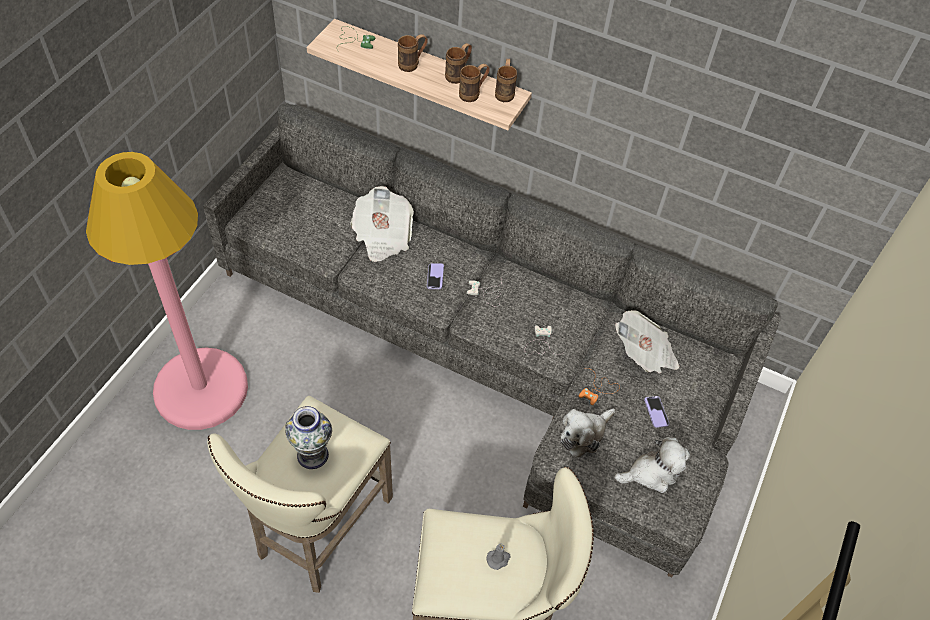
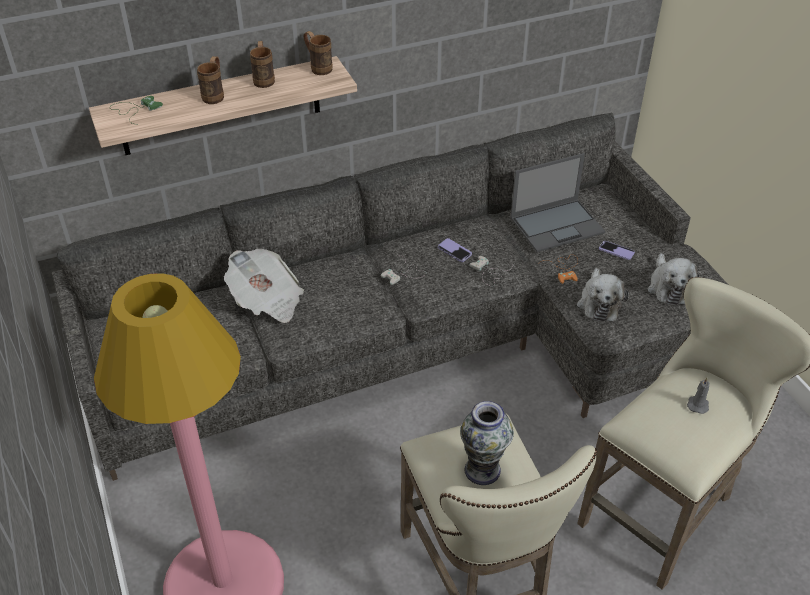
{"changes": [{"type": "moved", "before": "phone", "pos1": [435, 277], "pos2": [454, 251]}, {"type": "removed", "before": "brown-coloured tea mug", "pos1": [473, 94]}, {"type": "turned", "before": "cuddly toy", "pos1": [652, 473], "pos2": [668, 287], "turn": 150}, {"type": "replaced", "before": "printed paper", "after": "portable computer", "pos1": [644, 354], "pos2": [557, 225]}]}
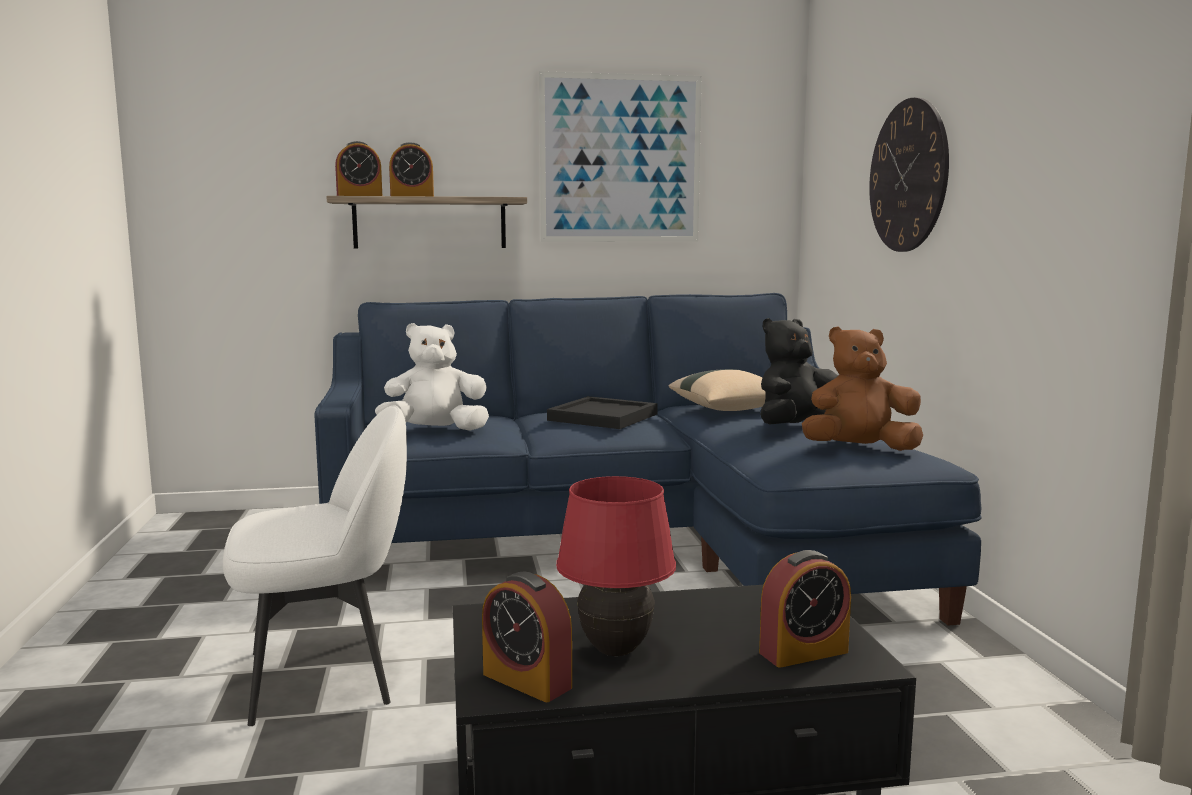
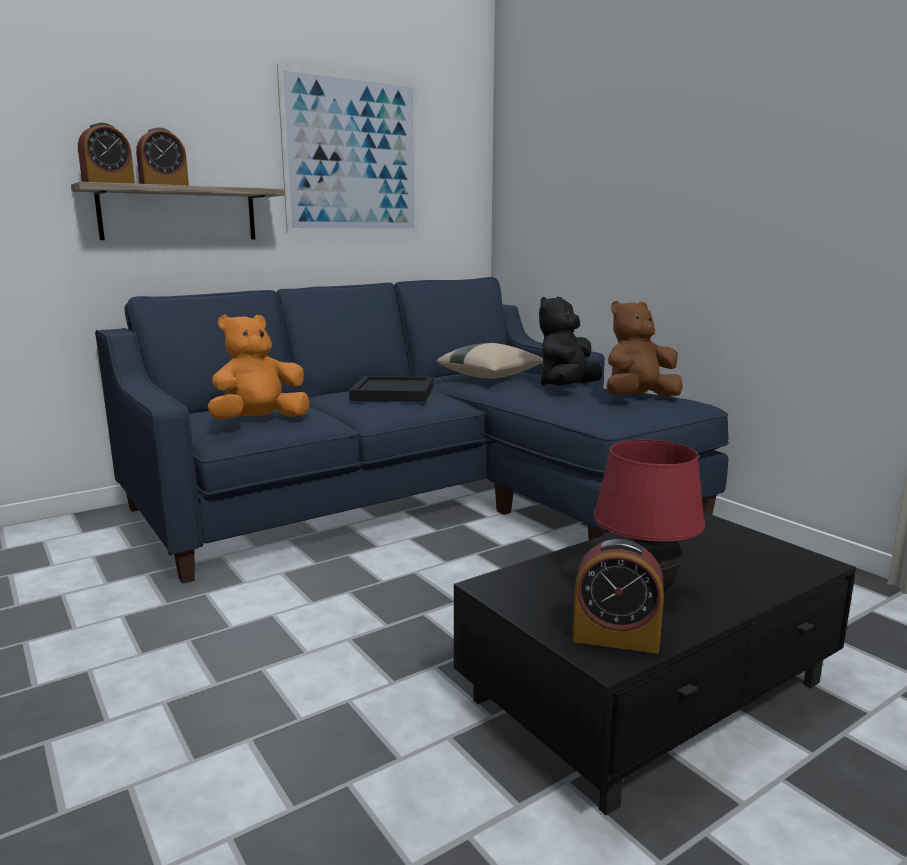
{"changes": [{"type": "removed", "before": "whitish upright chair", "pos1": [324, 676]}, {"type": "recoloured", "before": "whitish cuddly toy", "after": "orange-coloured cuddly toy", "pos1": [435, 431], "pos2": [259, 421]}, {"type": "removed", "before": "bedside clock", "pos1": [803, 652]}, {"type": "removed", "before": "hanging clock", "pos1": [908, 176]}]}
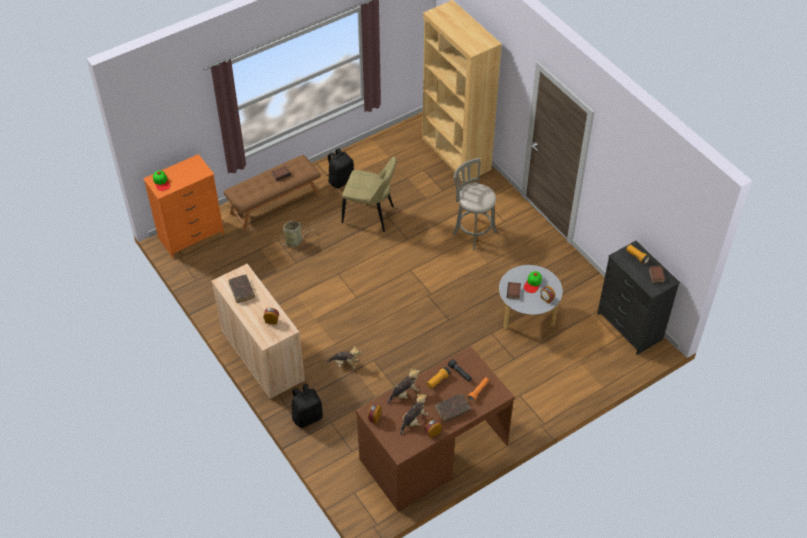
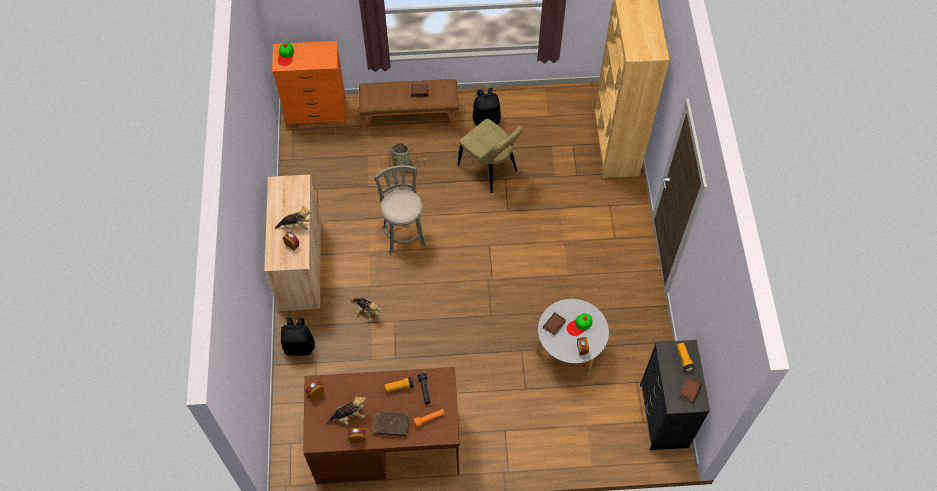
{"changes": [{"type": "removed", "before": "brown-coloured volume", "pos1": [241, 291]}, {"type": "moved", "before": "cuddly toy", "pos1": [404, 393], "pos2": [295, 226]}, {"type": "moved", "before": "greyish stool", "pos1": [473, 232], "pos2": [404, 234]}]}
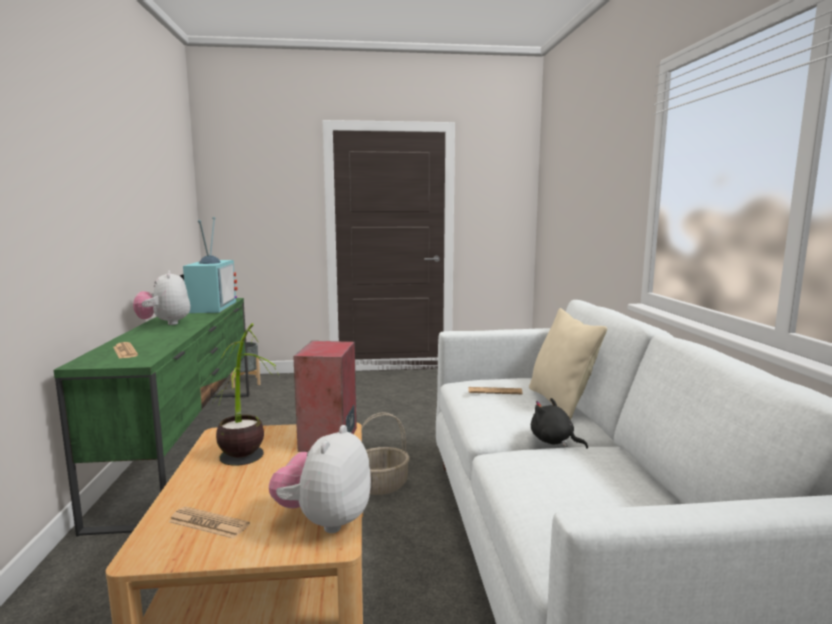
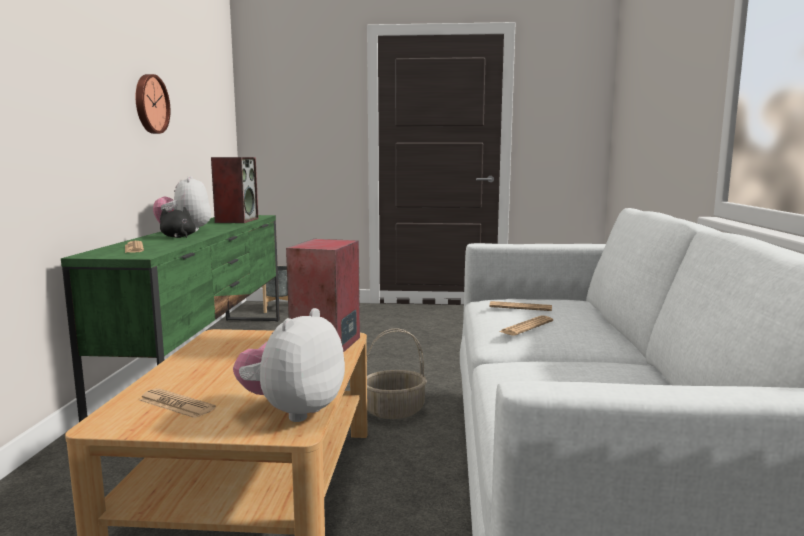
{"changes": [{"type": "replaced", "before": "TV", "after": "loudspeaker", "pos1": [209, 307], "pos2": [236, 220]}, {"type": "removed", "before": "plant in a pot", "pos1": [246, 466]}, {"type": "removed", "before": "beige-coloured pillow", "pos1": [560, 403]}, {"type": "moved", "before": "black cuddly toy", "pos1": [554, 441], "pos2": [178, 237]}, {"type": "added", "after": "hanging clock", "pos2": [150, 104]}, {"type": "added", "after": "printed paper", "pos2": [526, 327]}]}
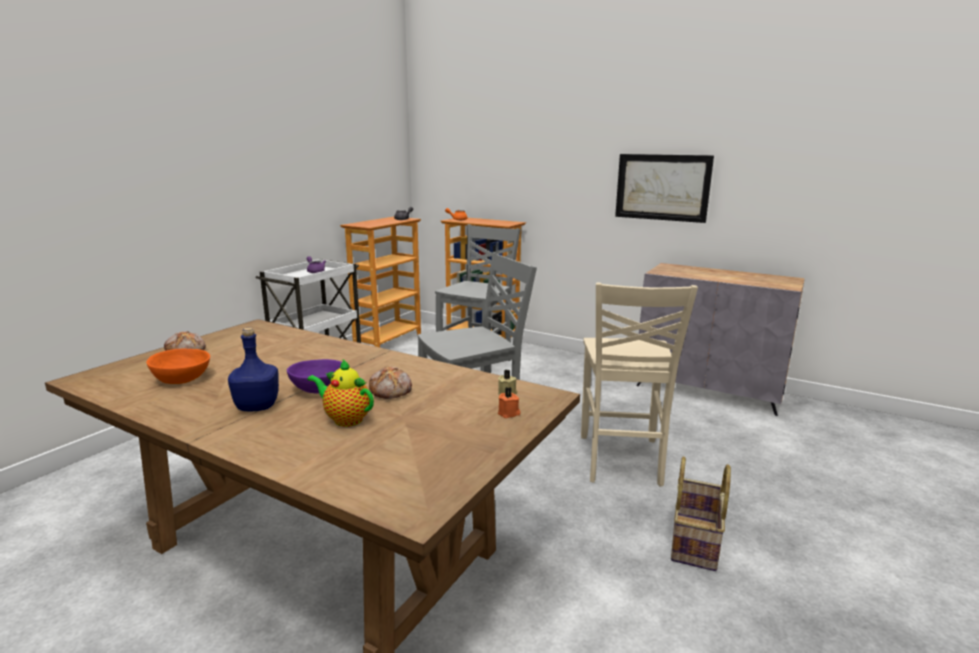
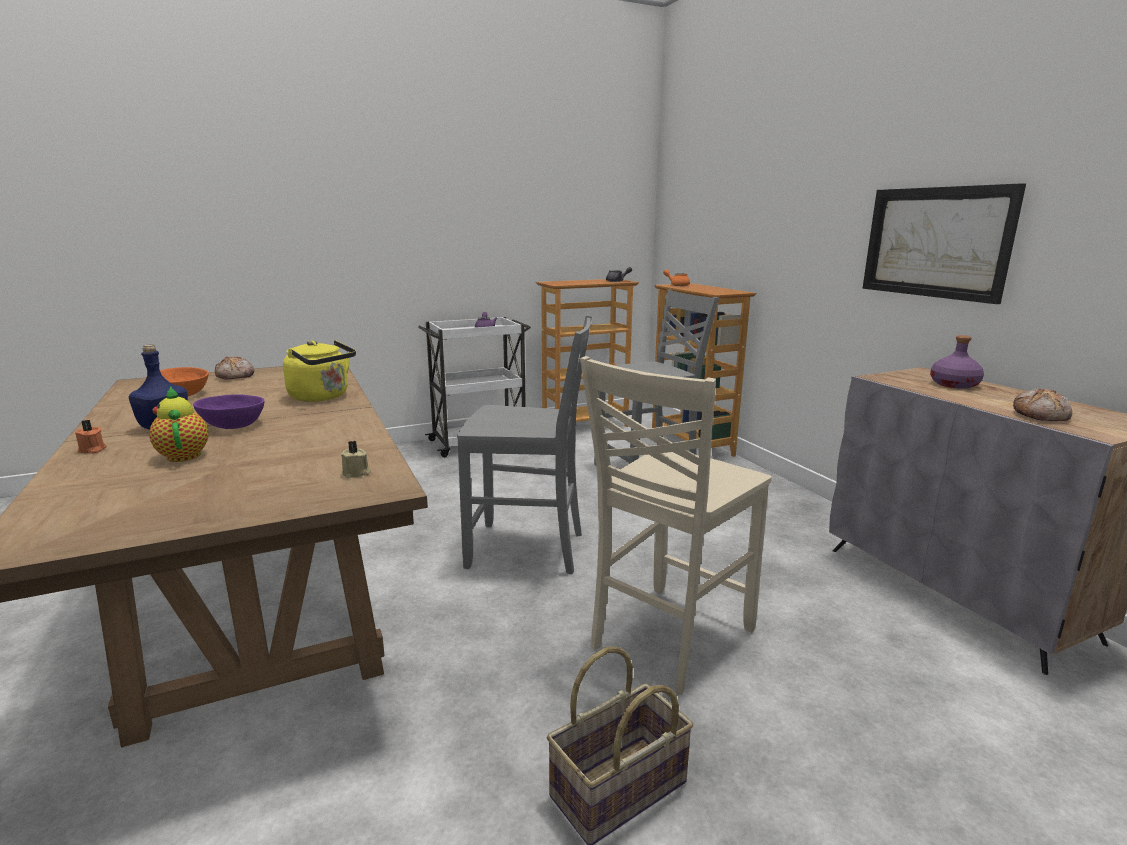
{"changes": [{"type": "moved", "before": "baked bread", "pos1": [391, 391], "pos2": [1041, 416]}, {"type": "moved", "before": "orange-coloured wax light", "pos1": [509, 413], "pos2": [92, 450]}, {"type": "added", "after": "yellow-coloured kettle", "pos2": [322, 397]}, {"type": "added", "after": "purple-coloured beverage bottle", "pos2": [955, 384]}]}
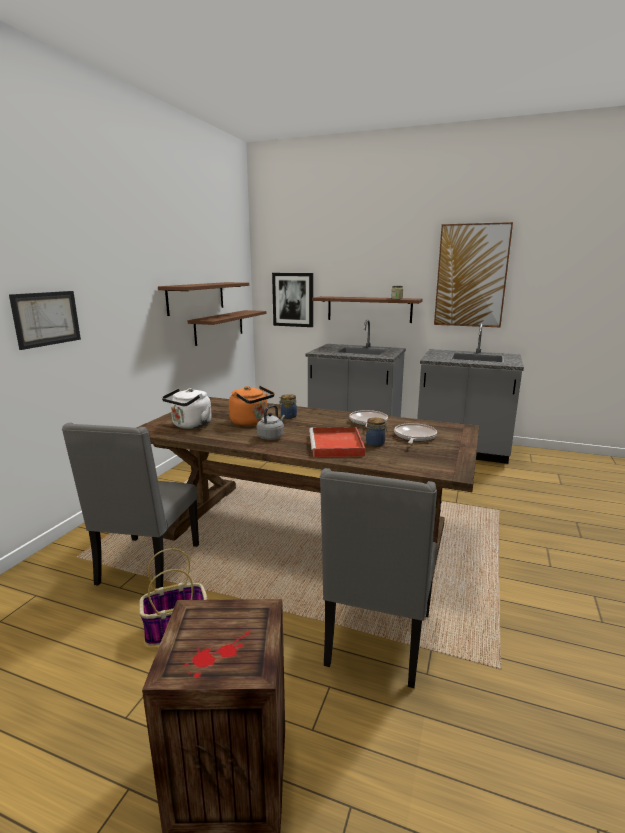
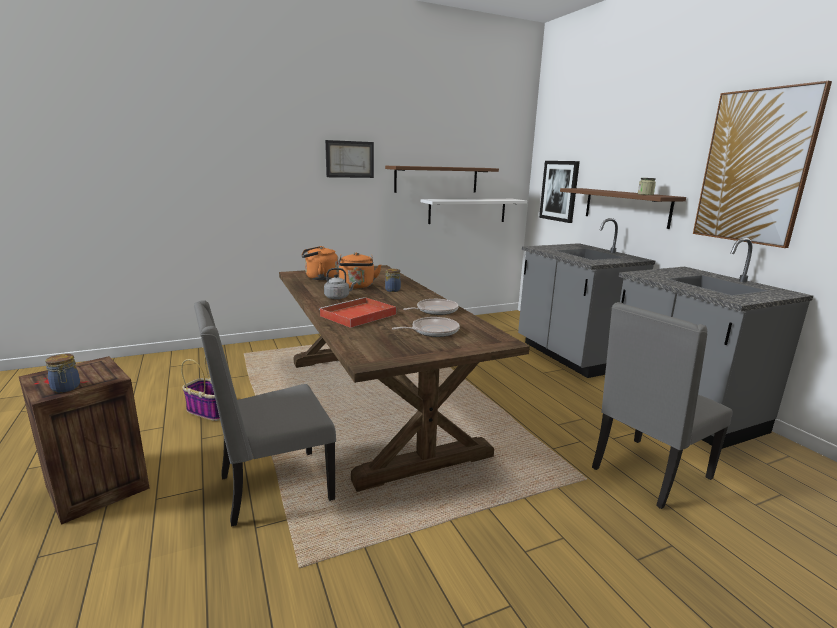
{"changes": [{"type": "moved", "before": "wall art", "pos1": [46, 318], "pos2": [350, 159]}, {"type": "moved", "before": "greyish upright chair", "pos1": [147, 565], "pos2": [648, 473]}, {"type": "recoloured", "before": "whitish kettle", "after": "orange-coloured kettle", "pos1": [190, 425], "pos2": [319, 278]}, {"type": "recoloured", "before": "brown-coloured bracket shelf", "after": "whitish bracket shelf", "pos1": [219, 327], "pos2": [467, 210]}, {"type": "moved", "before": "jar", "pos1": [376, 444], "pos2": [66, 388]}]}
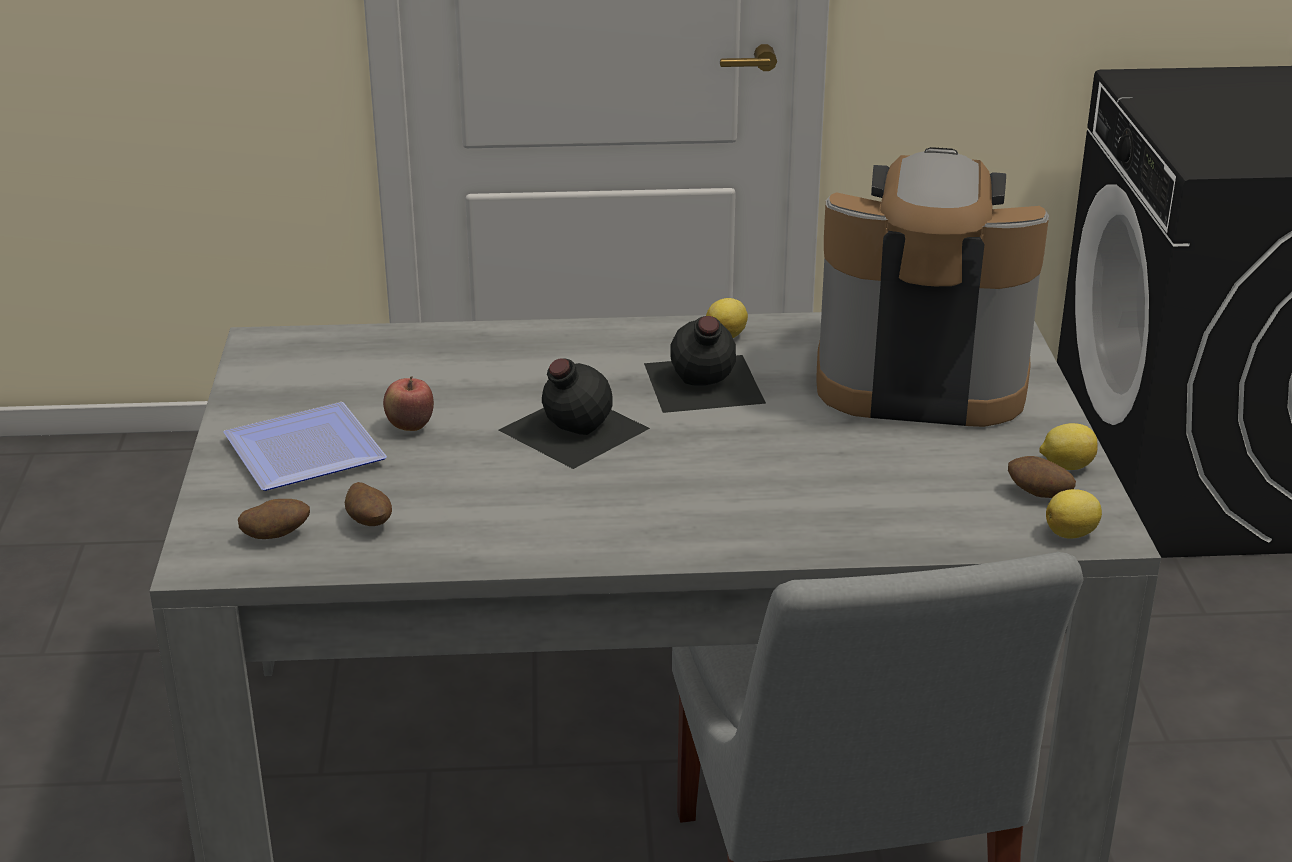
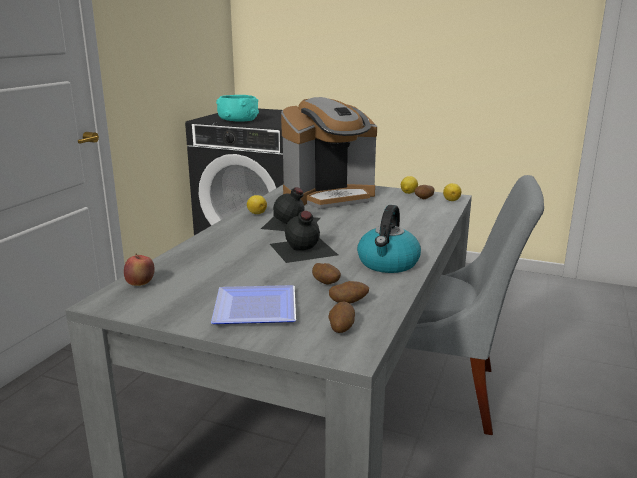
{"changes": [{"type": "moved", "before": "apple", "pos1": [410, 427], "pos2": [140, 284]}, {"type": "turned", "before": "coffee maker", "pos1": [920, 379], "pos2": [329, 196], "turn": -150}, {"type": "added", "after": "blue-green bowl", "pos2": [237, 120]}, {"type": "added", "after": "potato", "pos2": [326, 283]}, {"type": "added", "after": "kettle", "pos2": [388, 264]}]}
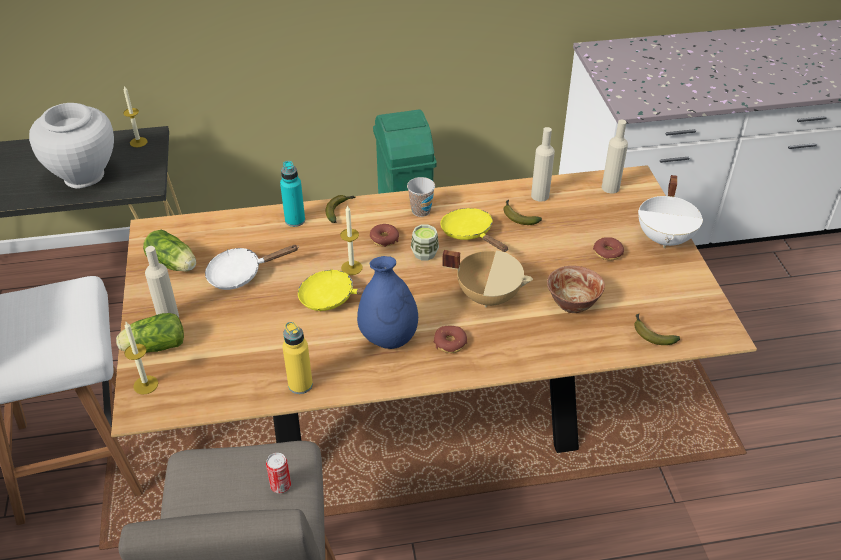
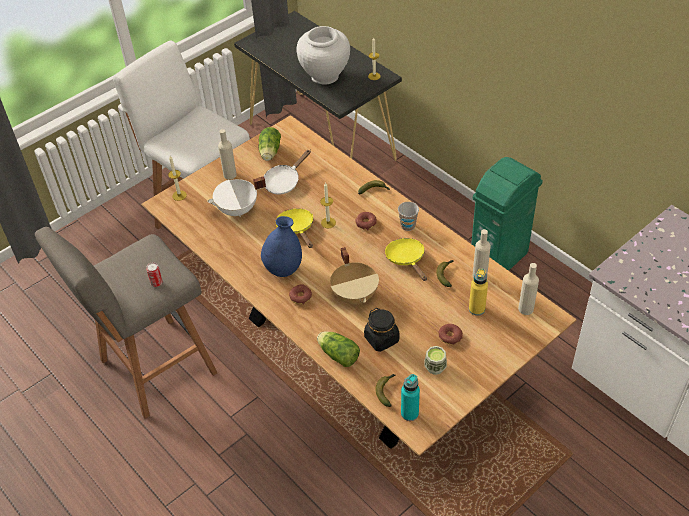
{"changes": [{"type": "moved", "before": "lettuce head", "pos1": [153, 347], "pos2": [337, 354]}, {"type": "turned", "before": "whitish frying pan", "pos1": [240, 274], "pos2": [284, 181], "turn": -90}, {"type": "moved", "before": "blue-green beverage bottle", "pos1": [295, 220], "pos2": [409, 413]}, {"type": "moved", "before": "yellow-coloured beverage bottle", "pos1": [300, 385], "pos2": [476, 309]}, {"type": "moved", "before": "cup", "pos1": [424, 253], "pos2": [435, 367]}, {"type": "turned", "before": "yellow-coloured frying pan", "pos1": [470, 233], "pos2": [407, 259], "turn": -45}, {"type": "replaced", "before": "bowl", "after": "black jar", "pos1": [572, 304], "pos2": [382, 339]}, {"type": "moved", "before": "whitish saucepot", "pos1": [665, 238], "pos2": [238, 210]}]}
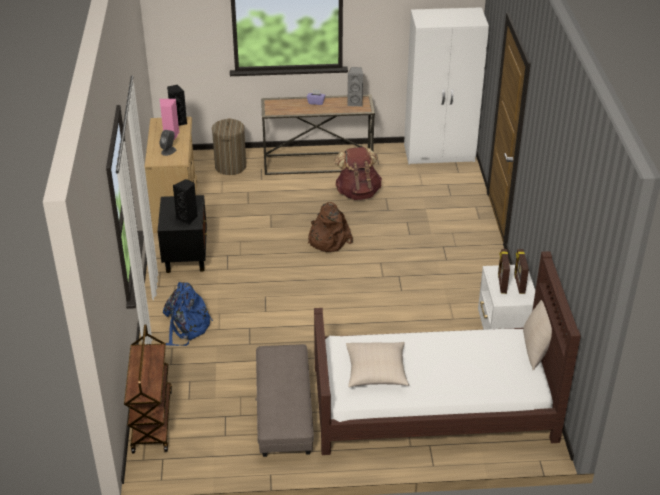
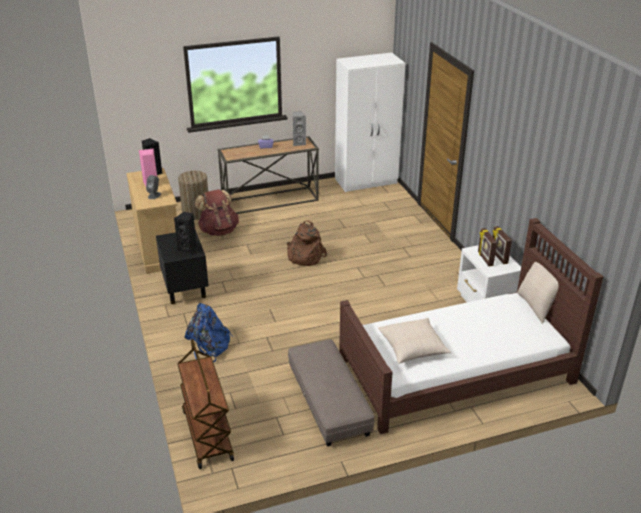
{"changes": [{"type": "moved", "before": "brown-coloured knapsack", "pos1": [357, 192], "pos2": [218, 230]}]}
